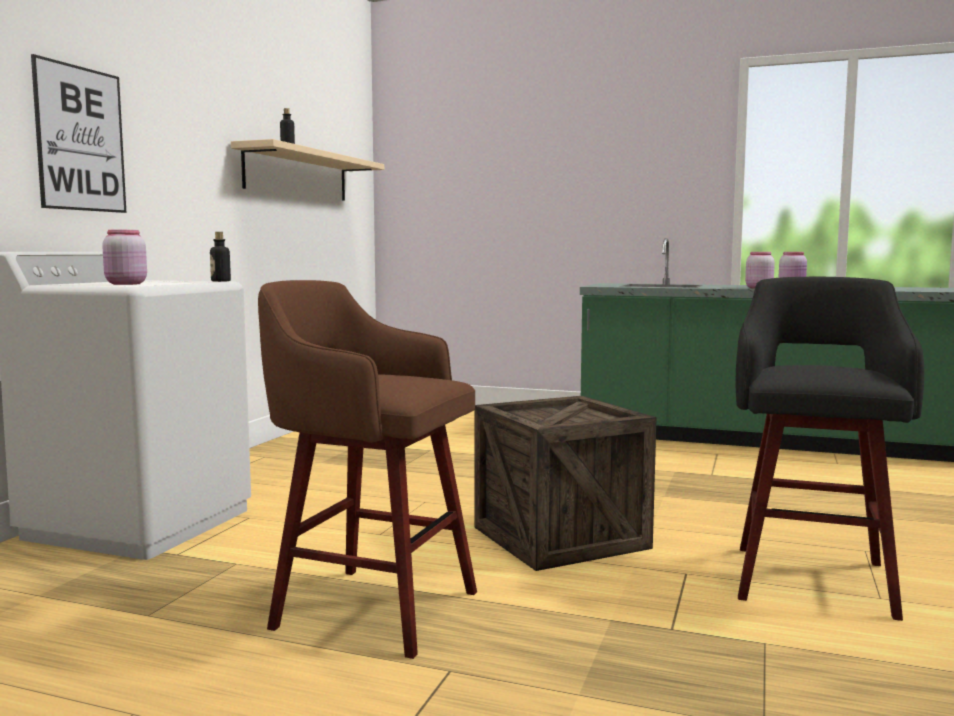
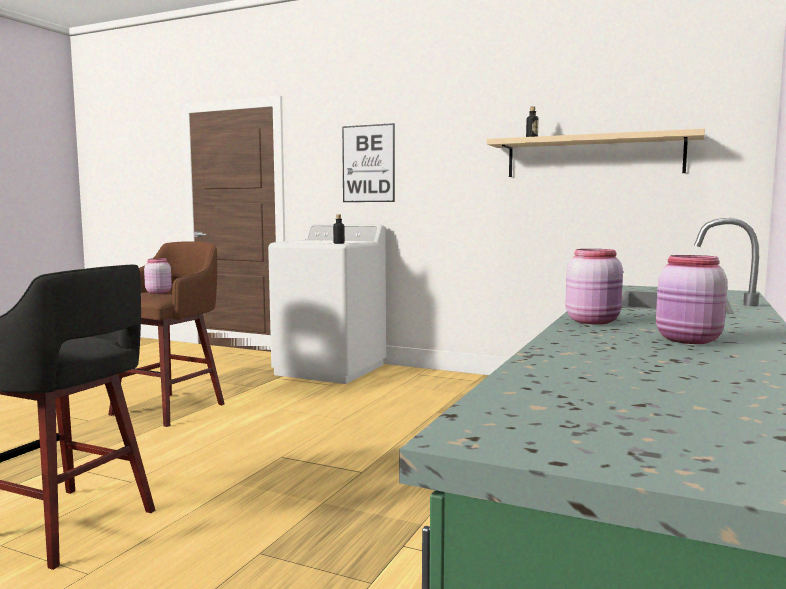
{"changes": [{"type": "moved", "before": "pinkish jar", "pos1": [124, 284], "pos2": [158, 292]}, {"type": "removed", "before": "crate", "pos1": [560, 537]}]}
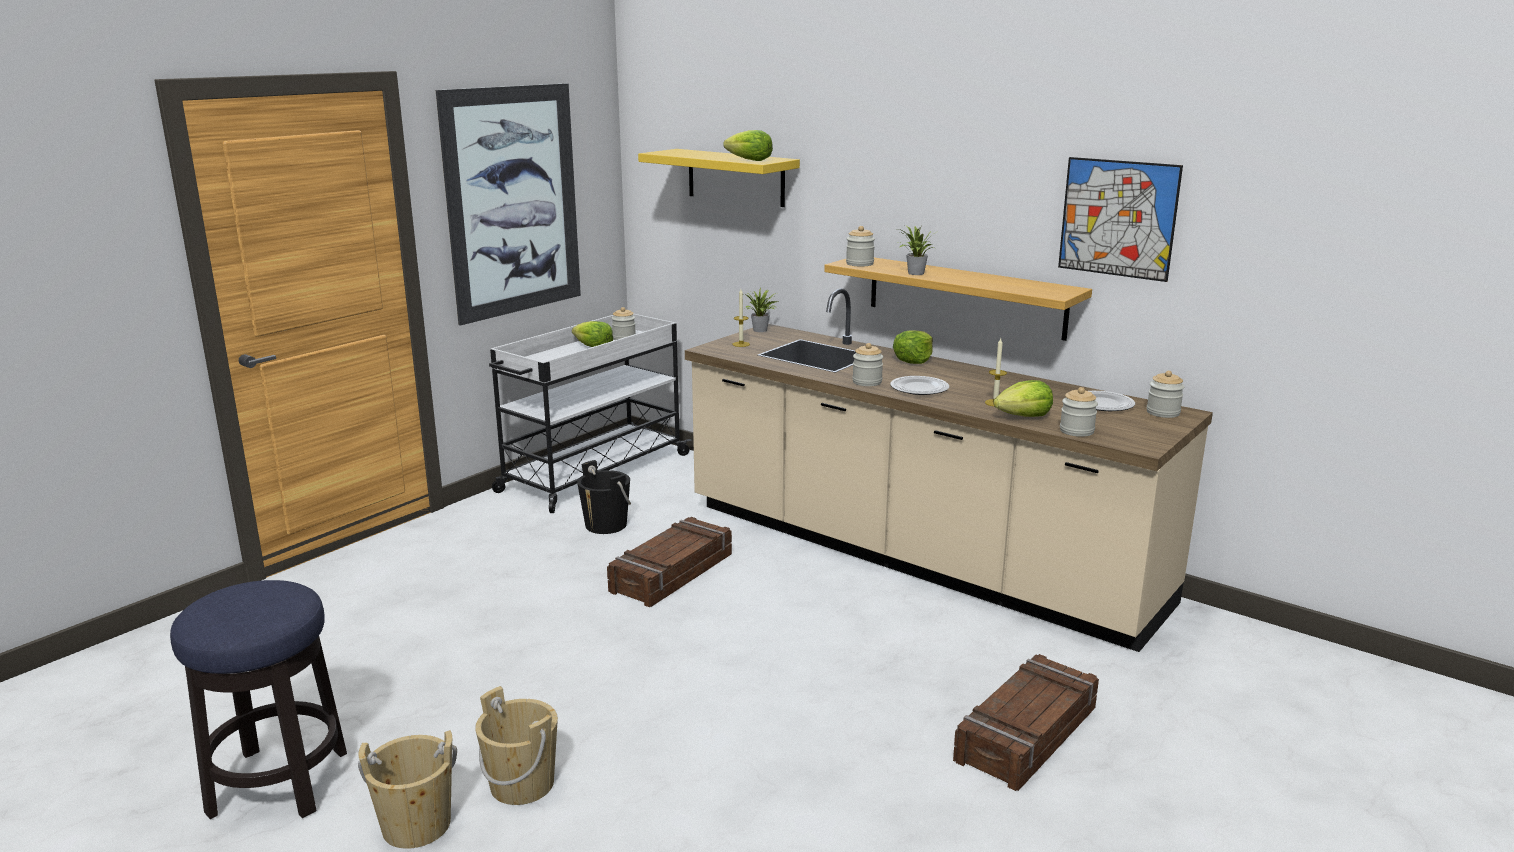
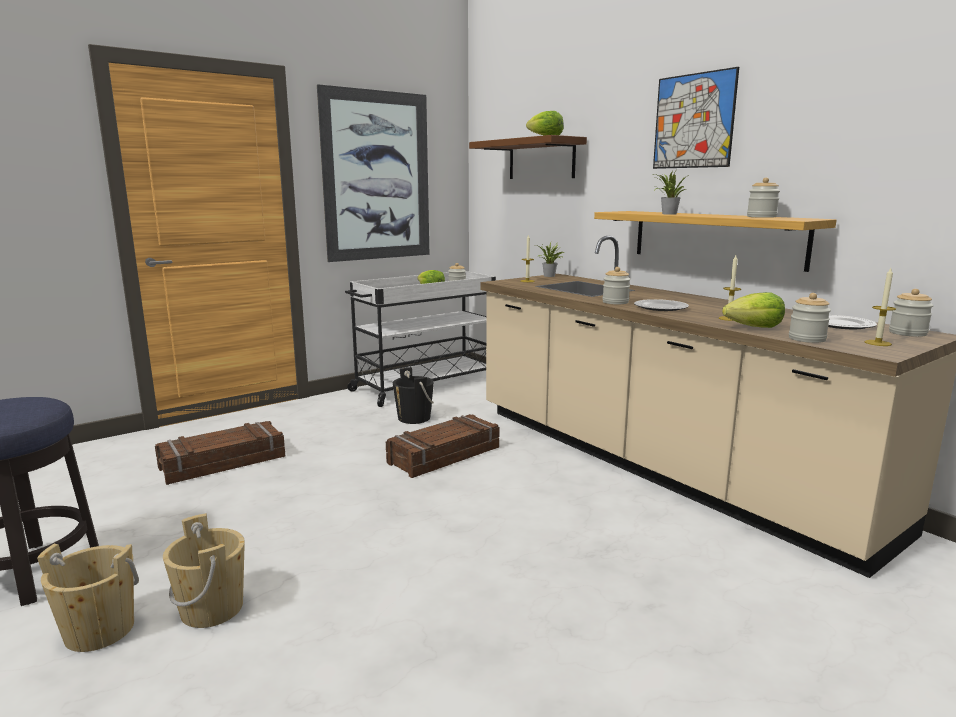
{"changes": [{"type": "recoloured", "before": "yellow-coloured bracket shelf", "after": "brown-coloured bracket shelf", "pos1": [735, 177], "pos2": [541, 159]}, {"type": "moved", "before": "jar", "pos1": [859, 264], "pos2": [761, 217]}, {"type": "removed", "before": "lettuce head", "pos1": [913, 360]}, {"type": "moved", "before": "crate", "pos1": [1028, 735], "pos2": [223, 463]}, {"type": "moved", "before": "wall art", "pos1": [1118, 218], "pos2": [693, 121]}, {"type": "added", "after": "wax light", "pos2": [878, 343]}]}
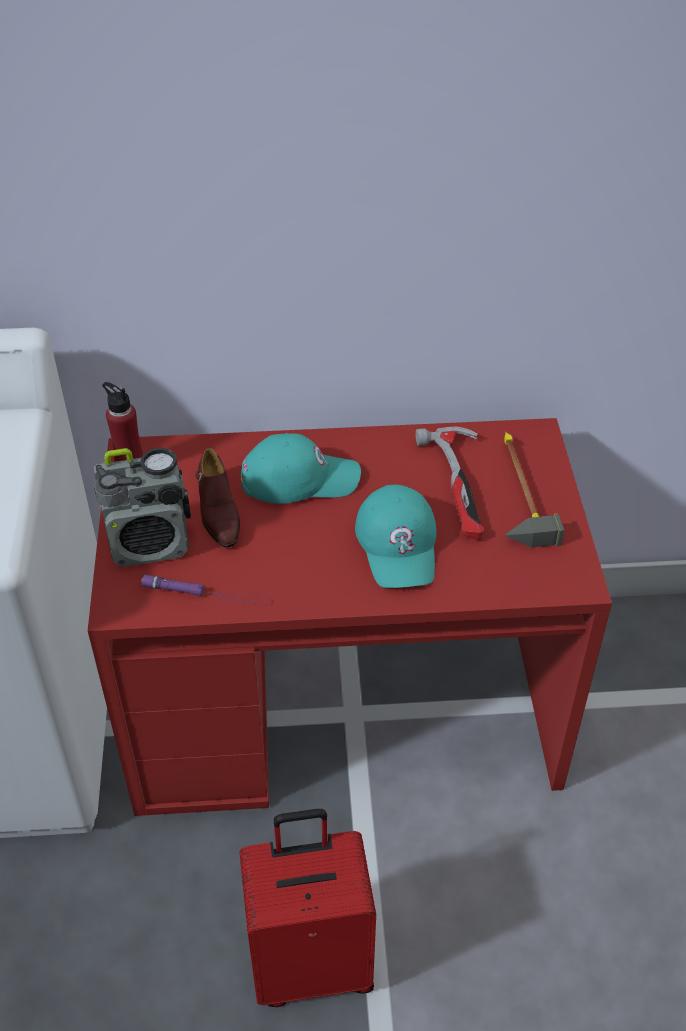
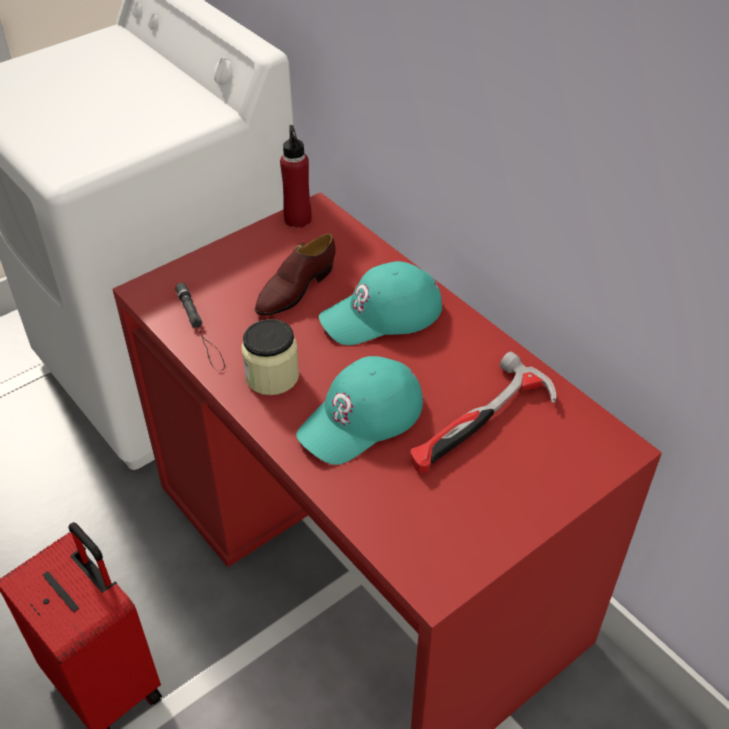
{"changes": [{"type": "removed", "before": "radio", "pos1": [151, 545]}, {"type": "recoloured", "before": "purple-coloured hand torch", "after": "black hand torch", "pos1": [207, 593], "pos2": [200, 329]}, {"type": "turned", "before": "blue-green cap", "pos1": [299, 478], "pos2": [382, 314], "turn": 105}, {"type": "removed", "before": "hand hammer", "pos1": [514, 491]}, {"type": "added", "after": "jar", "pos2": [272, 376]}]}
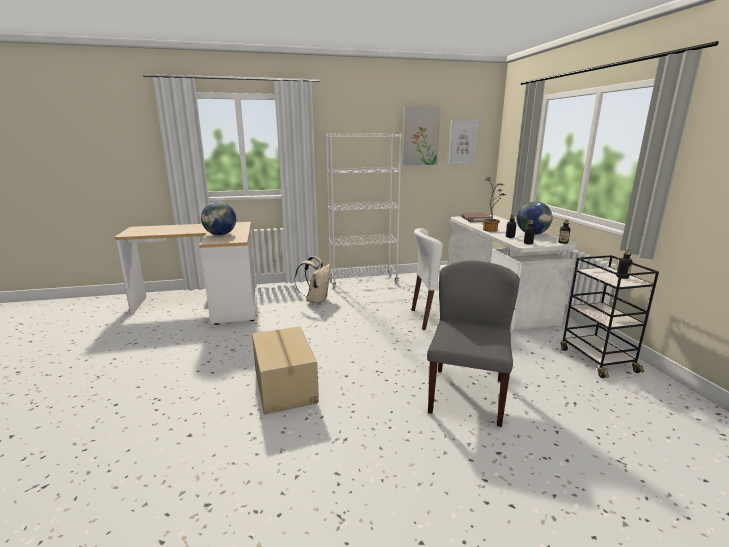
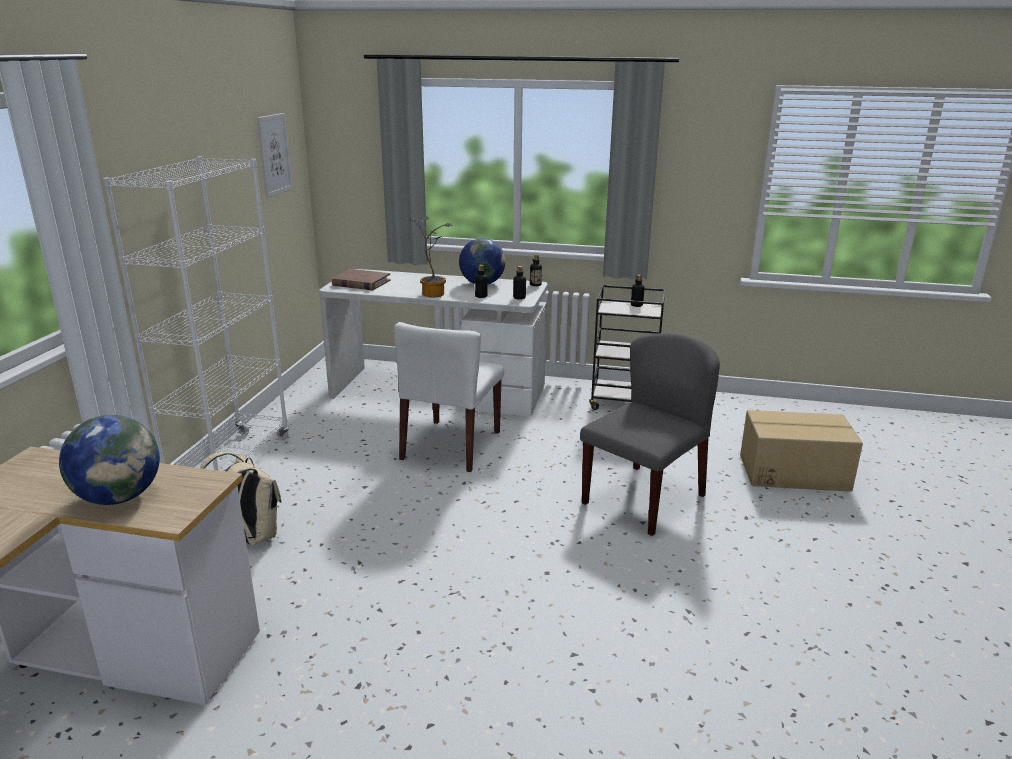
{"changes": [{"type": "moved", "before": "cardboard box", "pos1": [286, 385], "pos2": [793, 472]}, {"type": "removed", "before": "wall art", "pos1": [420, 136]}, {"type": "turned", "before": "greyish upright chair", "pos1": [466, 394], "pos2": [643, 498], "turn": 90}]}
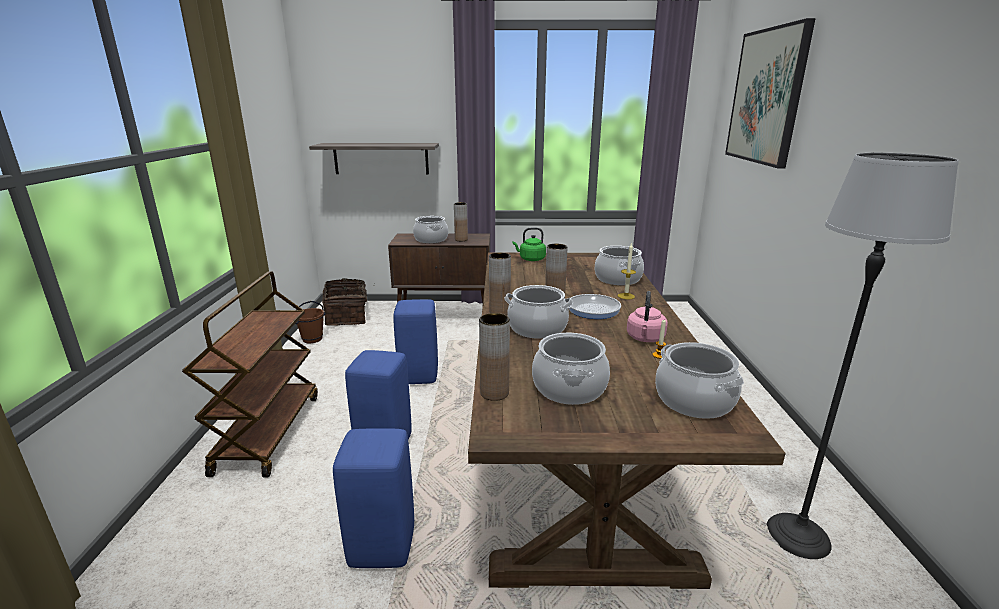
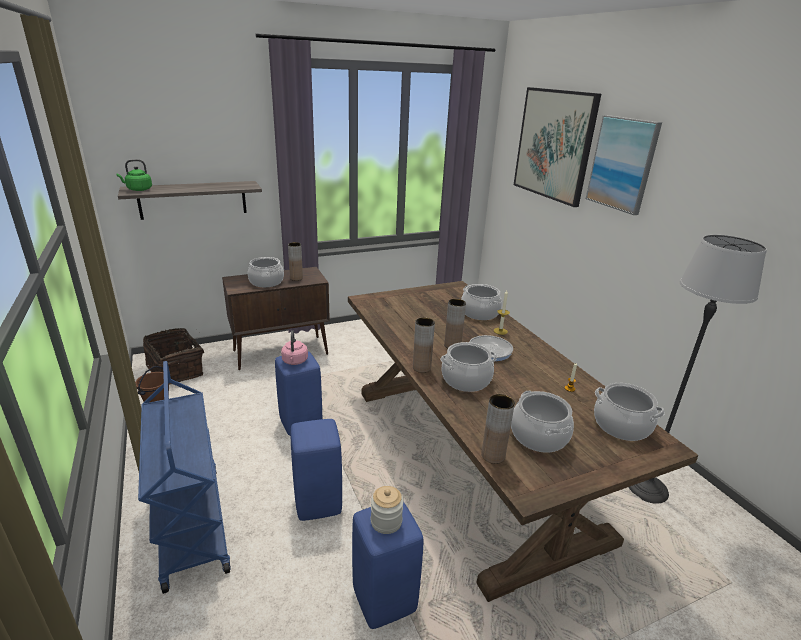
{"changes": [{"type": "recoloured", "before": "brown-coloured cart", "after": "blue cart", "pos1": [268, 432], "pos2": [191, 524]}, {"type": "moved", "before": "green-coloured kettle", "pos1": [530, 259], "pos2": [138, 189]}, {"type": "moved", "before": "pinkish kettle", "pos1": [645, 338], "pos2": [295, 361]}, {"type": "added", "after": "jar", "pos2": [386, 521]}, {"type": "added", "after": "wall art", "pos2": [622, 164]}]}
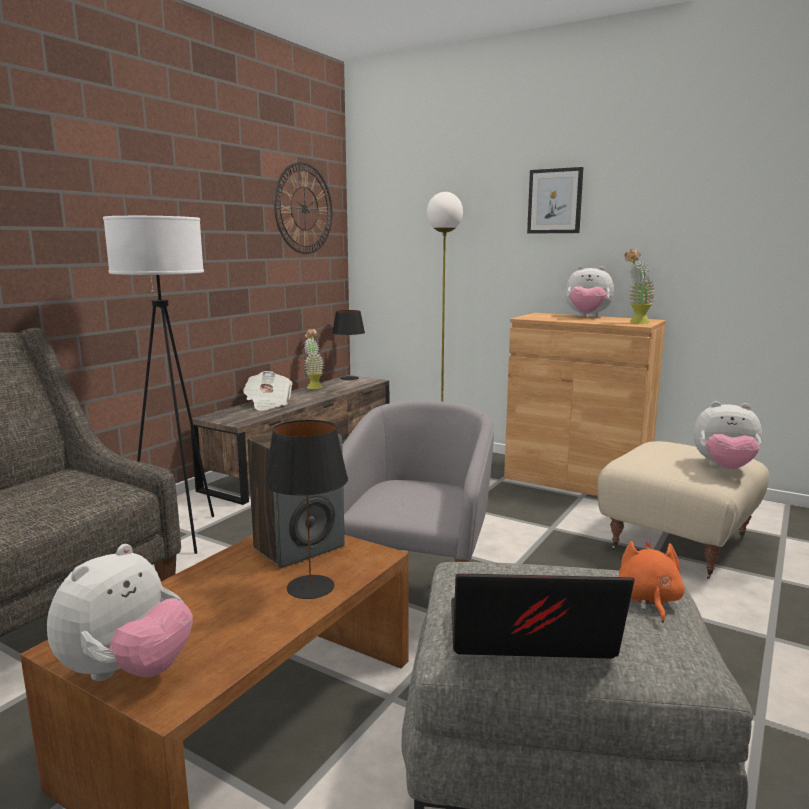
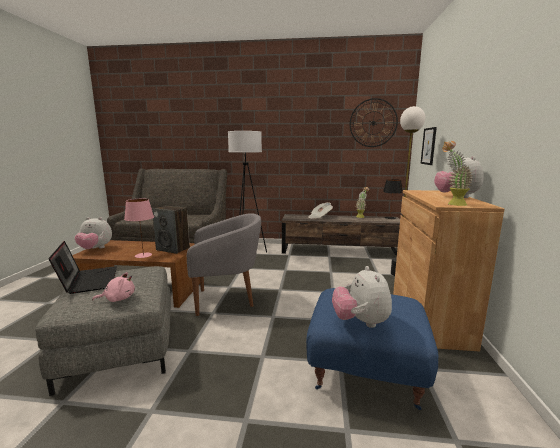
{"changes": [{"type": "recoloured", "before": "black table lamp", "after": "pinkish table lamp", "pos1": [309, 587], "pos2": [143, 255]}, {"type": "moved", "before": "wall art", "pos1": [555, 201], "pos2": [429, 146]}, {"type": "recoloured", "before": "beige-coloured footrest", "after": "blue footrest", "pos1": [678, 542], "pos2": [366, 372]}, {"type": "recoloured", "before": "orange-coloured cuddly toy", "after": "pinkish cuddly toy", "pos1": [648, 600], "pos2": [118, 299]}]}
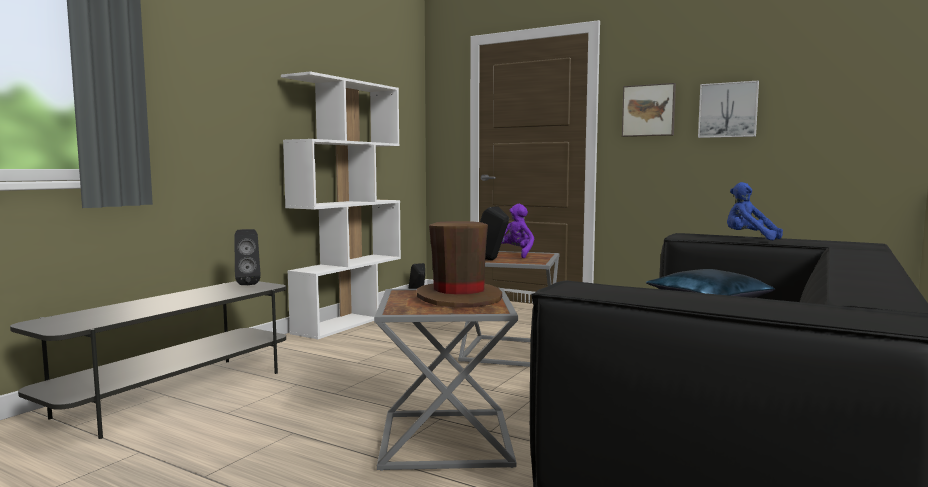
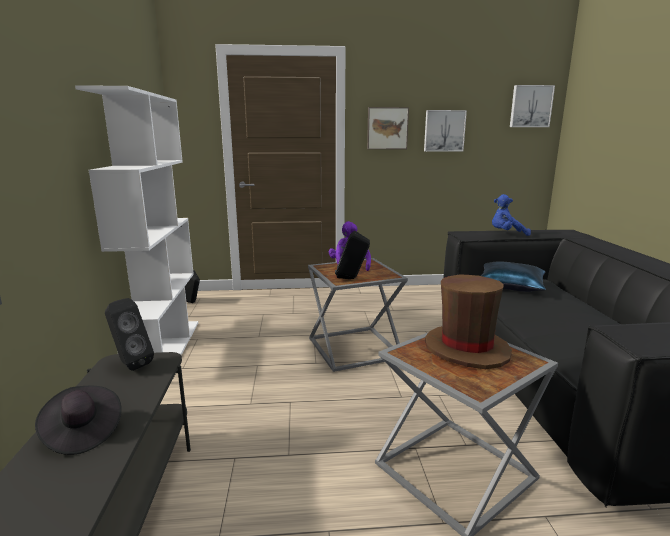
{"changes": [{"type": "added", "after": "black clothing hat", "pos2": [82, 432]}, {"type": "added", "after": "wall art", "pos2": [530, 106]}]}
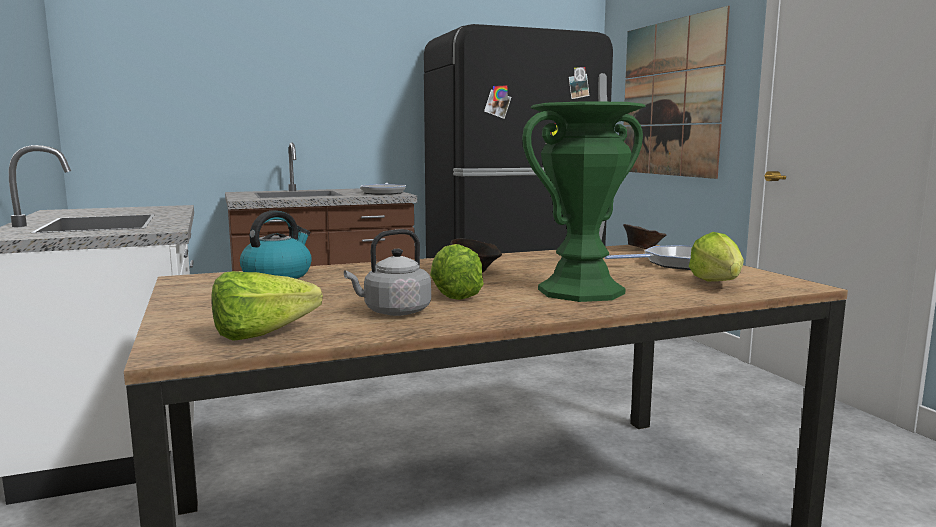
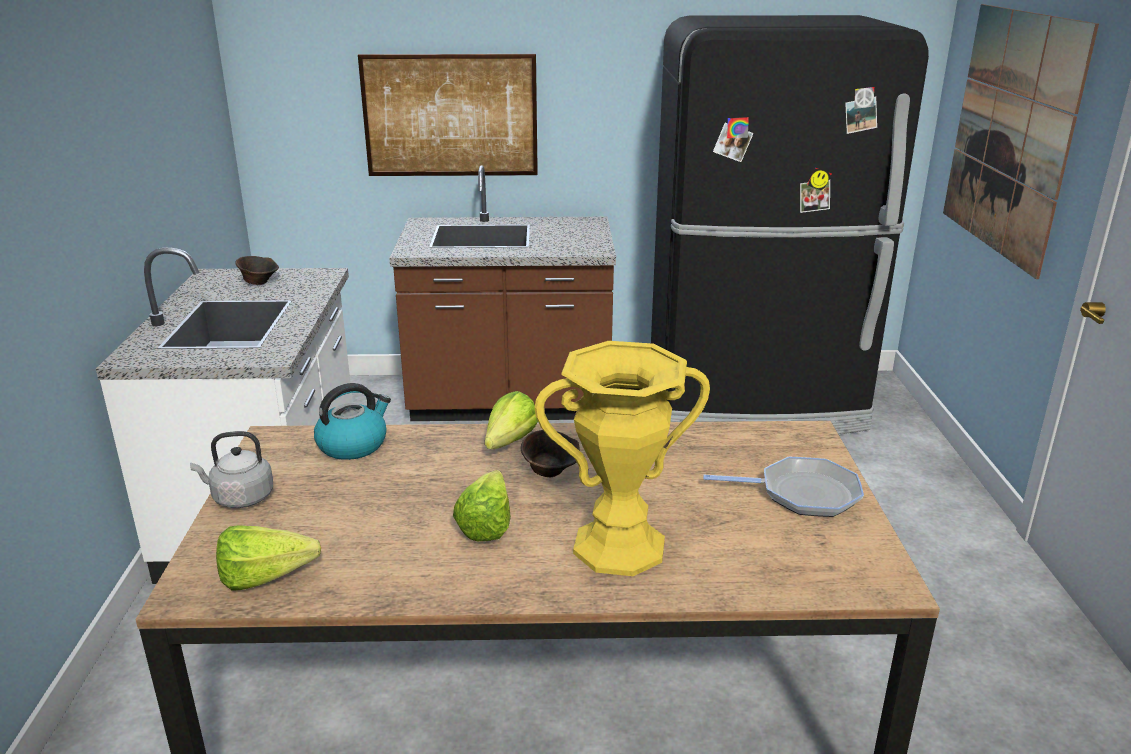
{"changes": [{"type": "moved", "before": "greyish kettle", "pos1": [394, 312], "pos2": [240, 498]}, {"type": "removed", "before": "frying pan", "pos1": [383, 192]}, {"type": "recoloured", "before": "green-coloured vase", "after": "yellow-coloured vase", "pos1": [580, 291], "pos2": [619, 547]}, {"type": "moved", "before": "brown-coloured bowl", "pos1": [643, 250], "pos2": [259, 282]}, {"type": "moved", "before": "lettuce head", "pos1": [718, 285], "pos2": [505, 446]}, {"type": "added", "after": "wall art", "pos2": [450, 116]}]}
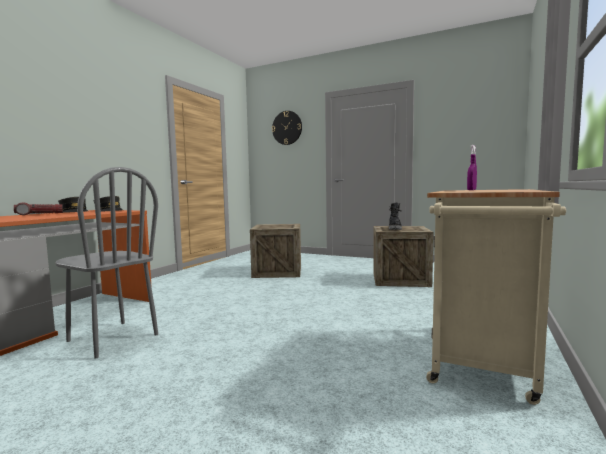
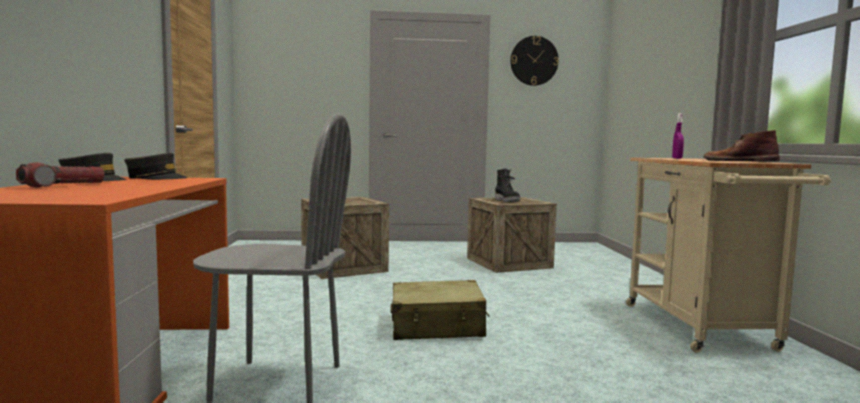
{"changes": [{"type": "moved", "before": "hanging clock", "pos1": [287, 128], "pos2": [534, 61]}, {"type": "added", "after": "beige-coloured suitcase", "pos2": [437, 326]}, {"type": "added", "after": "brown-coloured boot", "pos2": [739, 161]}]}
